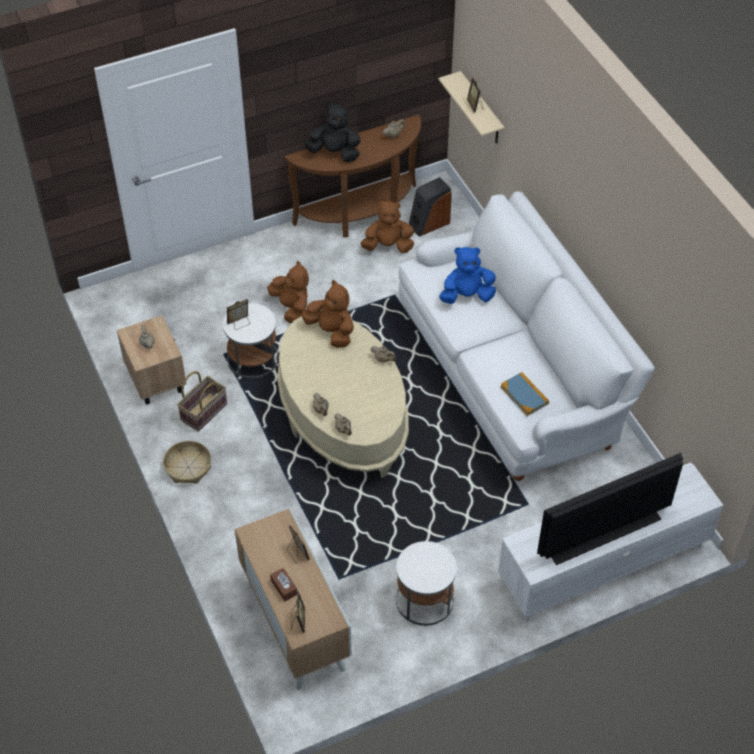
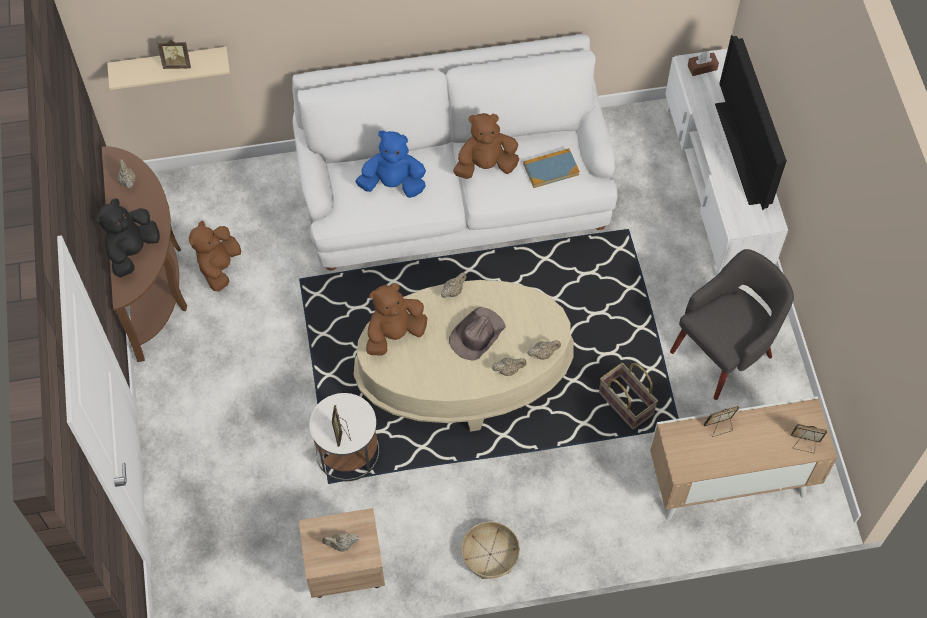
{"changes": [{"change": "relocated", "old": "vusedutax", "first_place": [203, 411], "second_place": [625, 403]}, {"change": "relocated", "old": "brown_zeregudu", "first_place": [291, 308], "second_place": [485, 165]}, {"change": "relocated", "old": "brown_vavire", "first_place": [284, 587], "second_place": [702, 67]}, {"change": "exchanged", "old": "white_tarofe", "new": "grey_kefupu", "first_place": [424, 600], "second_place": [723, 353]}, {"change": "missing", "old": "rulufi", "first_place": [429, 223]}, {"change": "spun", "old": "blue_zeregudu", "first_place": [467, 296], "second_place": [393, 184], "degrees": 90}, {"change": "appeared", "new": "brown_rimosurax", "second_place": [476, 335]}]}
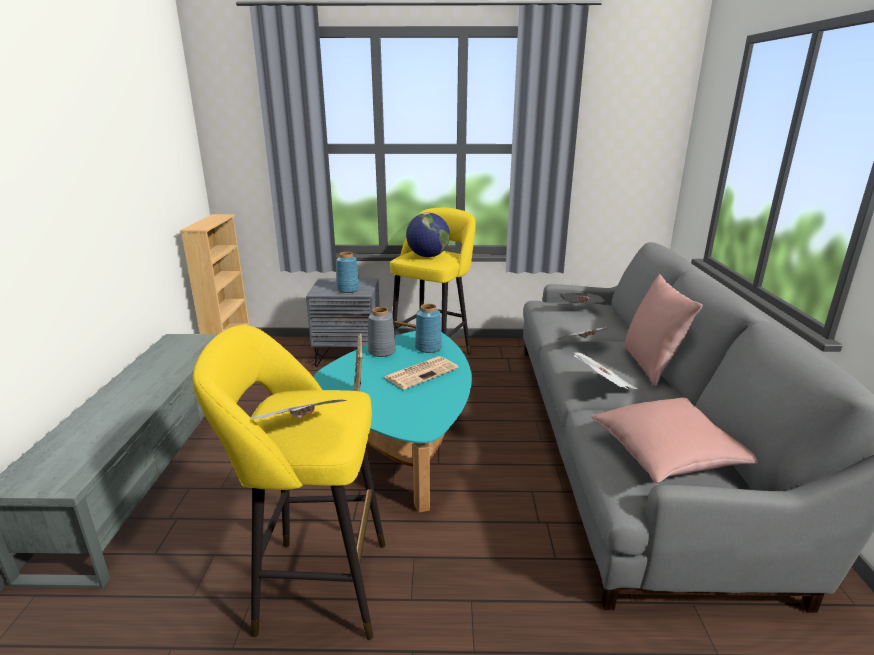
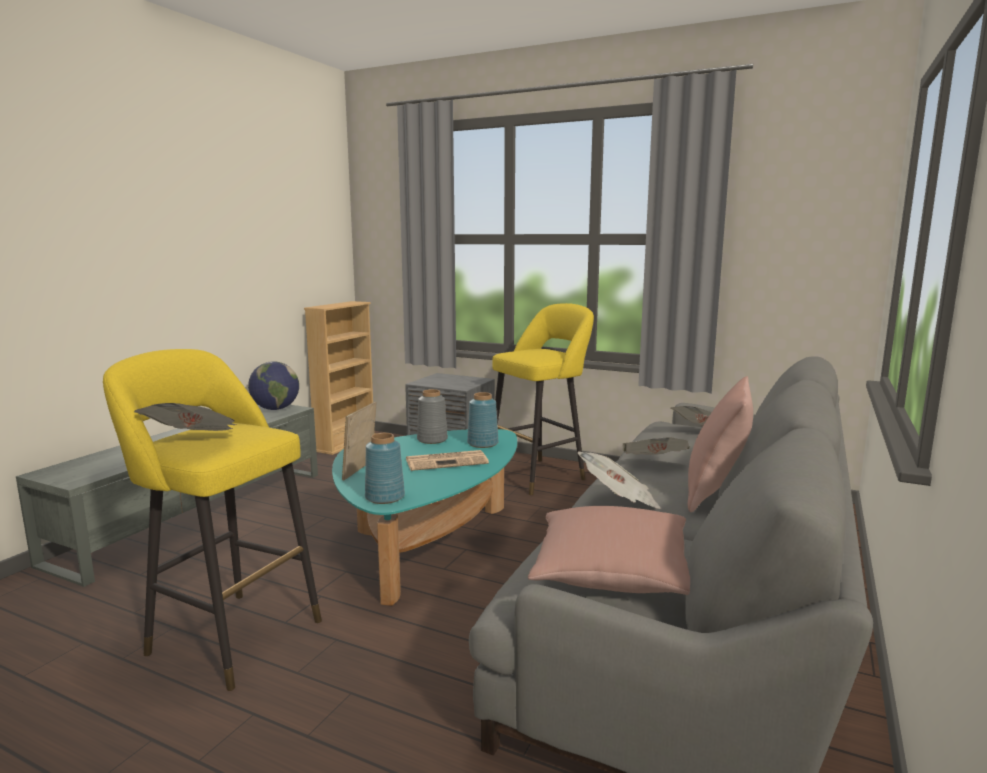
{"changes": [{"change": "relocated", "old": "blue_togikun", "first_place": [348, 290], "second_place": [384, 497]}, {"change": "relocated", "old": "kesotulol", "first_place": [428, 256], "second_place": [275, 409]}]}
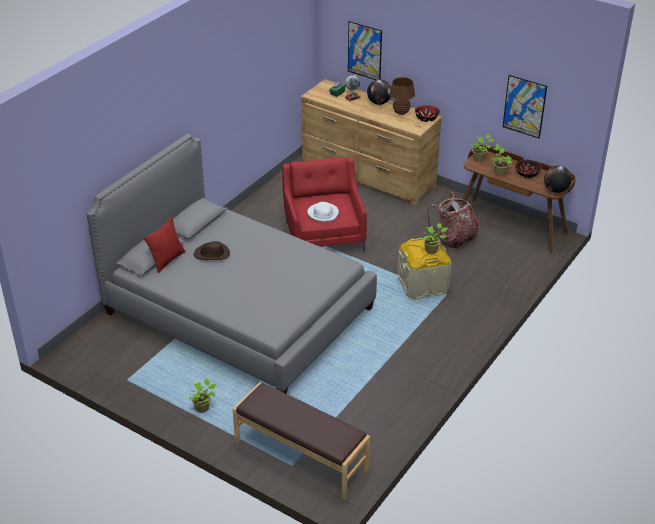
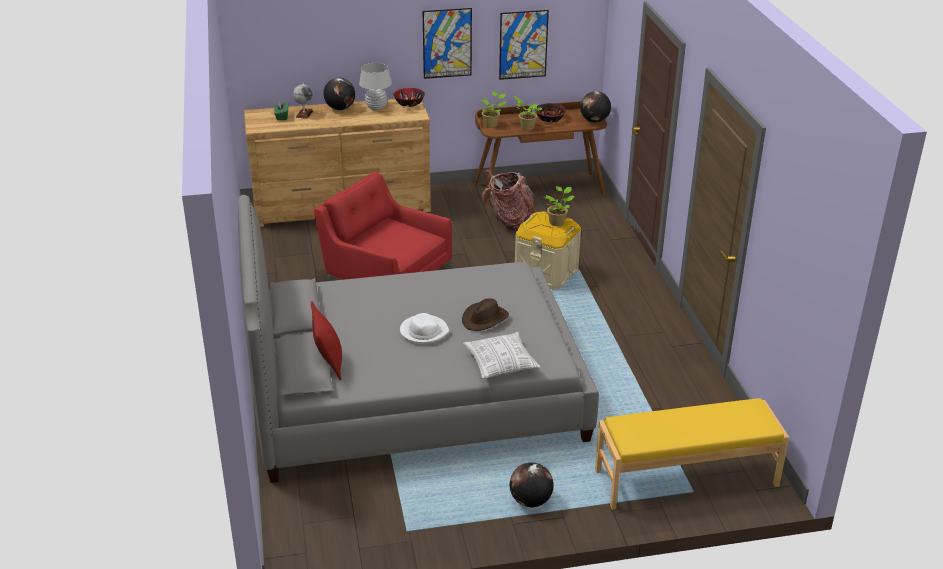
{"changes": [{"change": "exchanged", "old": "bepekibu", "new": "kesotulol", "first_place": [203, 408], "second_place": [530, 501]}, {"change": "relocated", "old": "brown_rimosurax", "first_place": [212, 254], "second_place": [485, 319]}, {"change": "colour", "old": "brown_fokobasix", "new": "yellow_fokobasix", "first_place": [300, 456], "second_place": [686, 478]}, {"change": "relocated", "old": "white_rimosurax", "first_place": [323, 213], "second_place": [424, 331]}, {"change": "relocated", "old": "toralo", "first_place": [364, 51], "second_place": [447, 43]}, {"change": "colour", "old": "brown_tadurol", "new": "white_tadurol", "first_place": [401, 112], "second_place": [376, 107]}, {"change": "appeared", "new": "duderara", "second_place": [500, 364]}]}
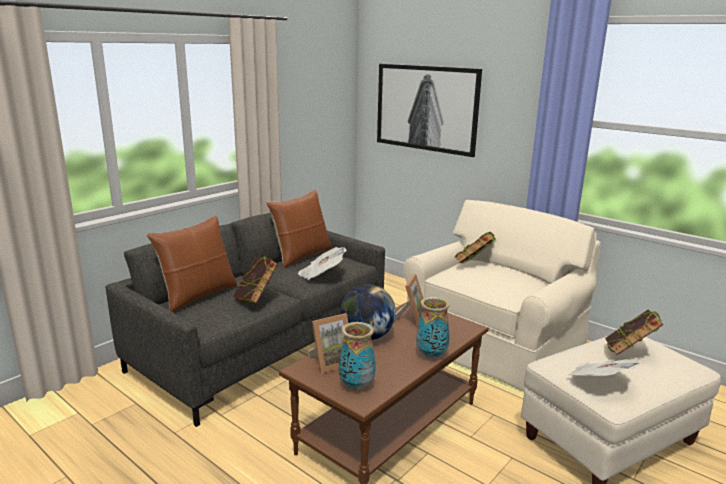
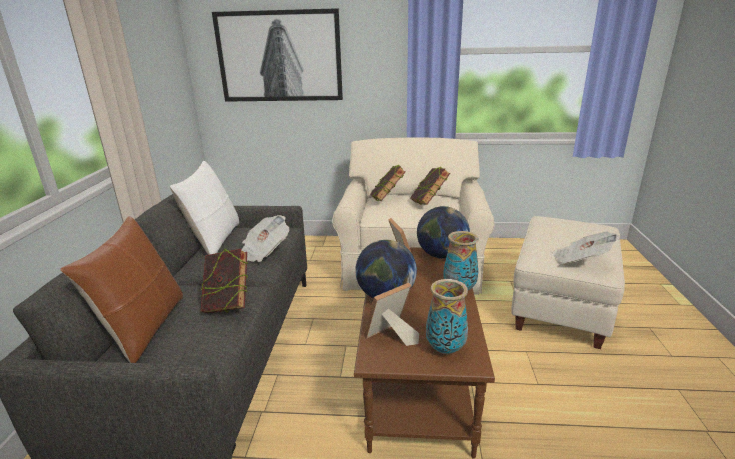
{"changes": [{"change": "colour", "old": "brown_duderara", "new": "white_duderara", "first_place": [301, 256], "second_place": [214, 240]}, {"change": "spun", "old": "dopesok", "first_place": [330, 362], "second_place": [391, 337], "degrees": -150}, {"change": "relocated", "old": "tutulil", "first_place": [628, 354], "second_place": [429, 204]}, {"change": "appeared", "new": "kesotulol", "second_place": [441, 255]}]}
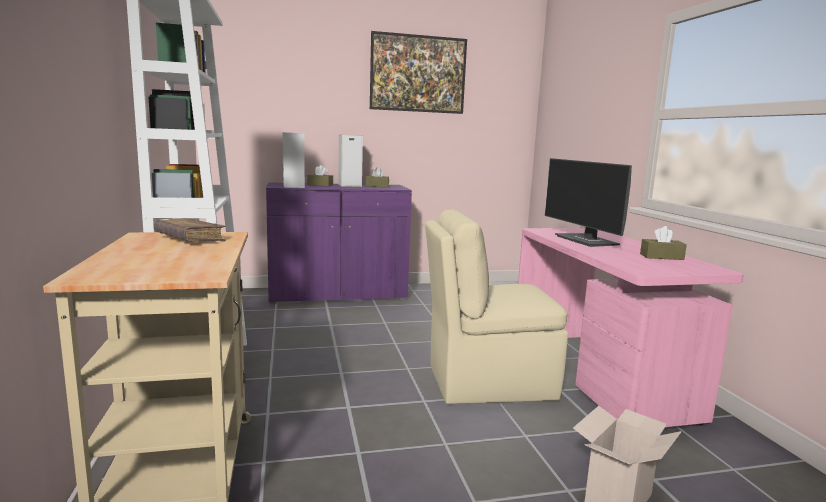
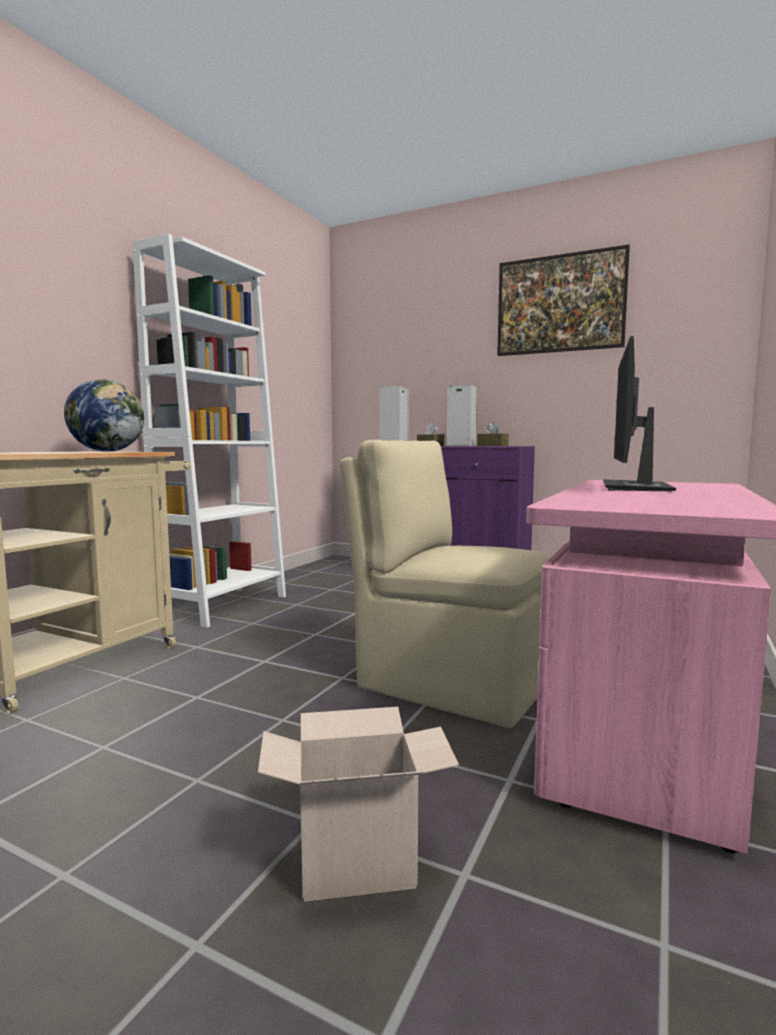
{"changes": [{"change": "exchanged", "old": "brown_tutulil", "new": "kesotulol", "first_place": [189, 239], "second_place": [108, 451]}, {"change": "missing", "old": "brown_vavire", "first_place": [661, 257]}]}
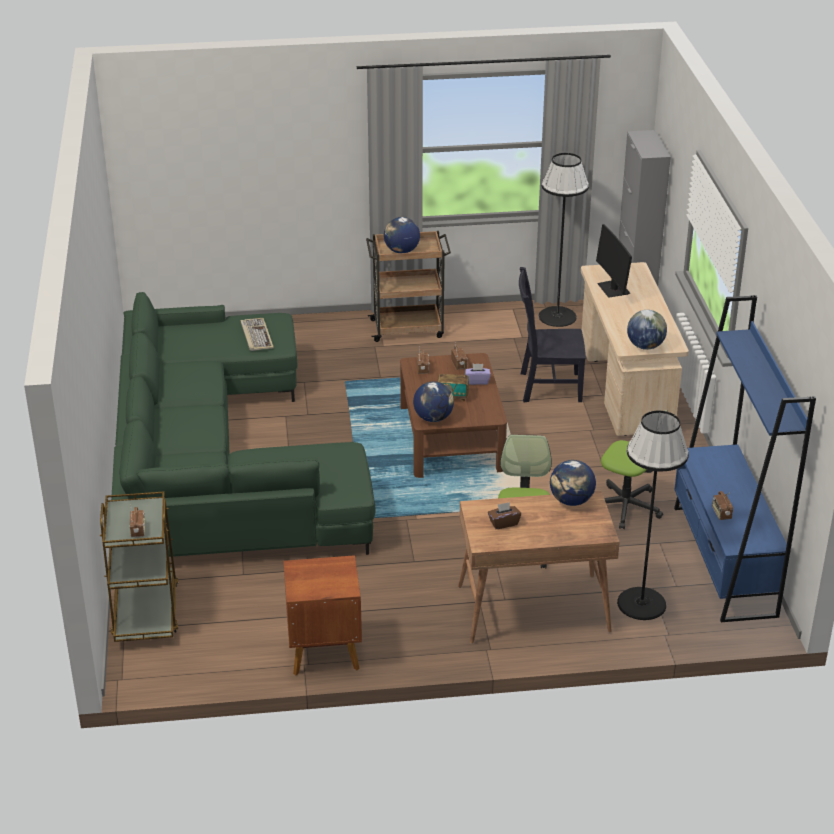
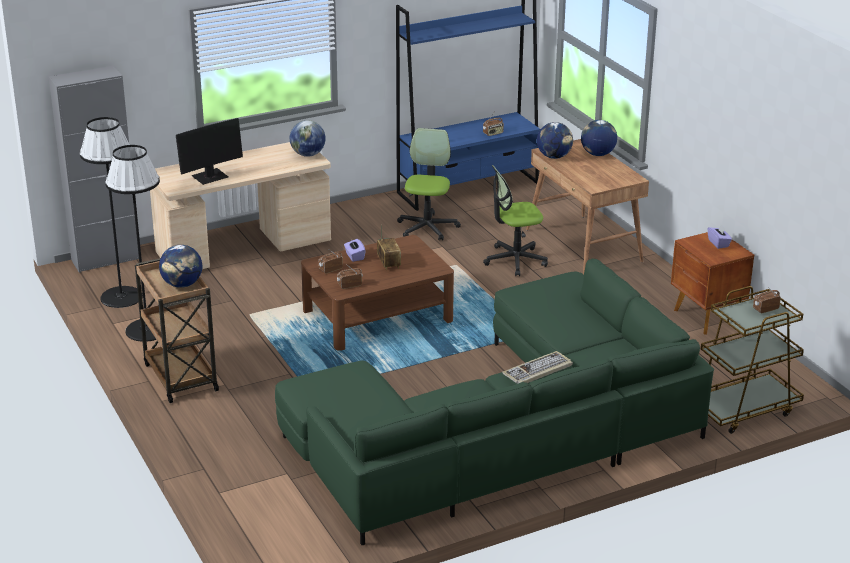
{"changes": [{"change": "relocated", "old": "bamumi", "first_place": [256, 336], "second_place": [538, 371]}, {"change": "relocated", "old": "kesotulol", "first_place": [433, 418], "second_place": [597, 154]}, {"change": "missing", "old": "brown_vavire", "first_place": [503, 523]}, {"change": "missing", "old": "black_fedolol", "first_place": [547, 387]}, {"change": "relocated", "old": "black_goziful", "first_place": [641, 604], "second_place": [147, 330]}, {"change": "appeared", "new": "purple_vavire", "second_place": [718, 243]}]}
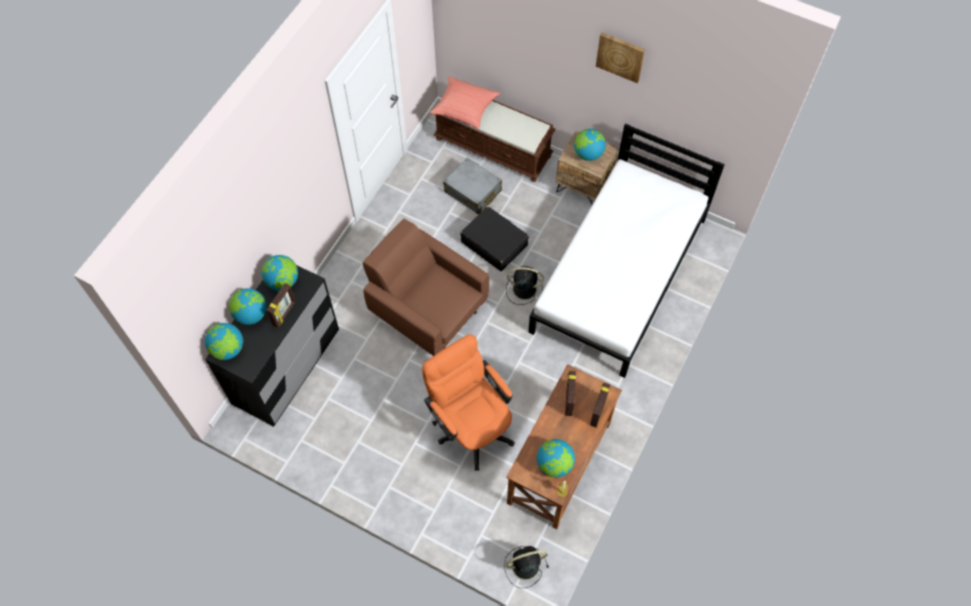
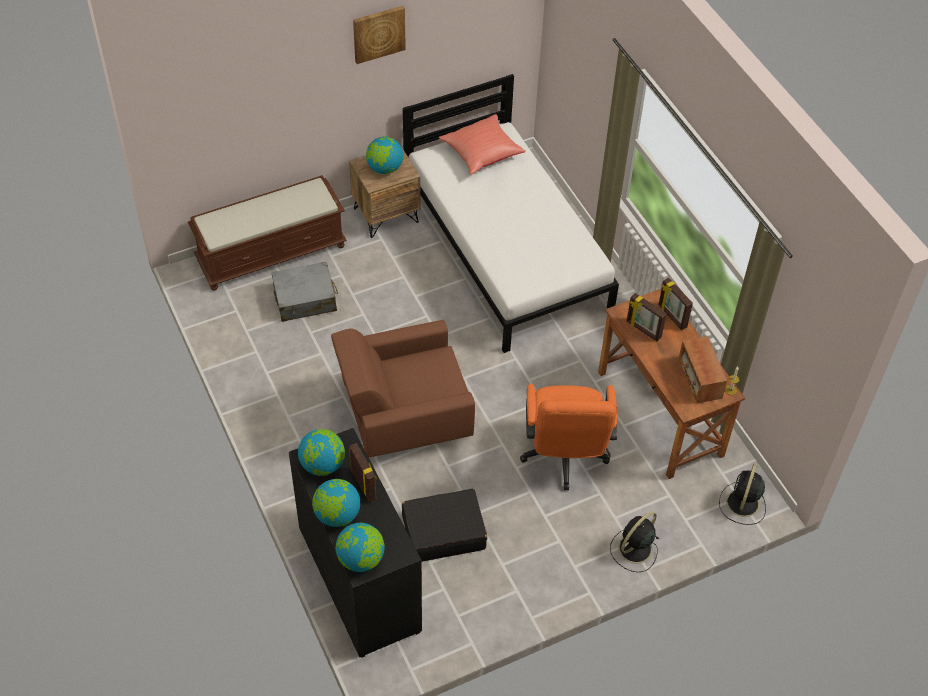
{"changes": [{"change": "spun", "old": "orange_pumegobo", "first_place": [471, 425], "second_place": [564, 458], "degrees": -90}, {"change": "relocated", "old": "red_duderara", "first_place": [464, 110], "second_place": [482, 154]}, {"change": "relocated", "old": "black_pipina", "first_place": [494, 243], "second_place": [443, 532]}, {"change": "relocated", "old": "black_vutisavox", "first_place": [523, 289], "second_place": [634, 549]}, {"change": "exchanged", "old": "kesotulol", "new": "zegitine", "first_place": [554, 464], "second_place": [699, 379]}]}
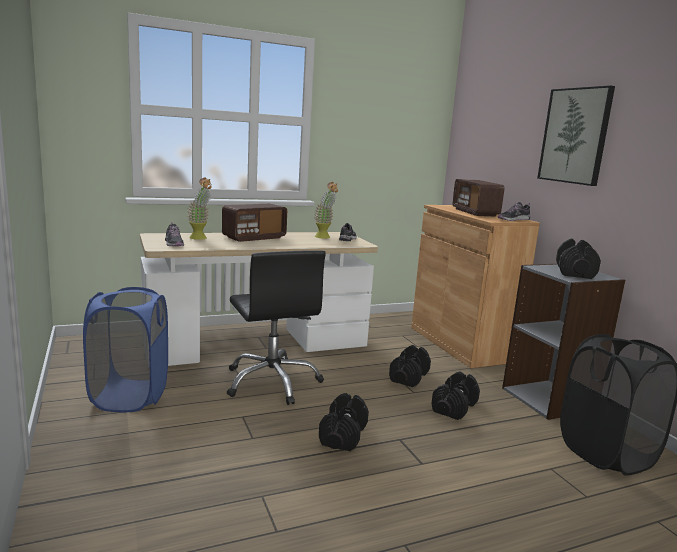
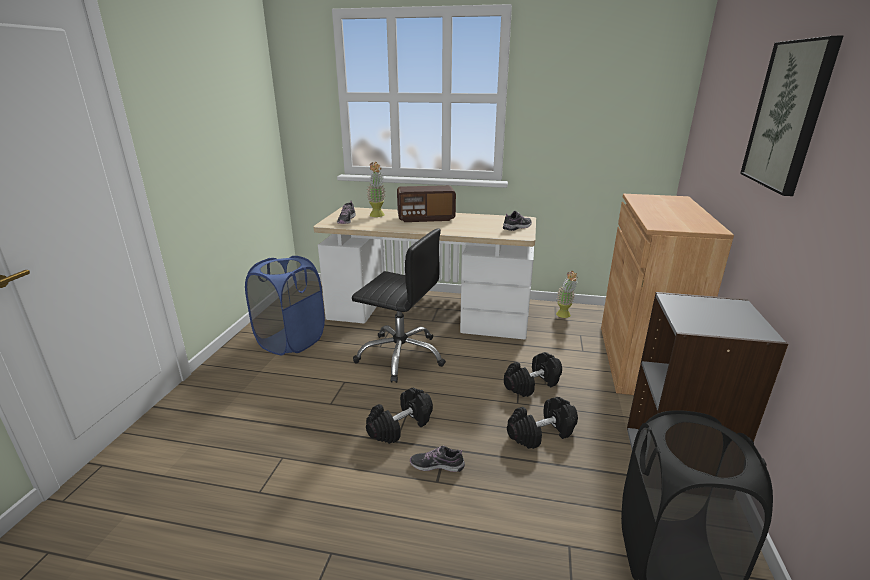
{"changes": [{"change": "spun", "old": "black_pumegobo", "first_place": [272, 382], "second_place": [401, 355], "degrees": -75}, {"change": "relocated", "old": "bepekibu", "first_place": [325, 237], "second_place": [564, 316]}, {"change": "missing", "old": "zegitine", "first_place": [475, 212]}, {"change": "relocated", "old": "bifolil", "first_place": [513, 220], "second_place": [437, 465]}, {"change": "missing", "old": "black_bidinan", "first_place": [575, 272]}]}
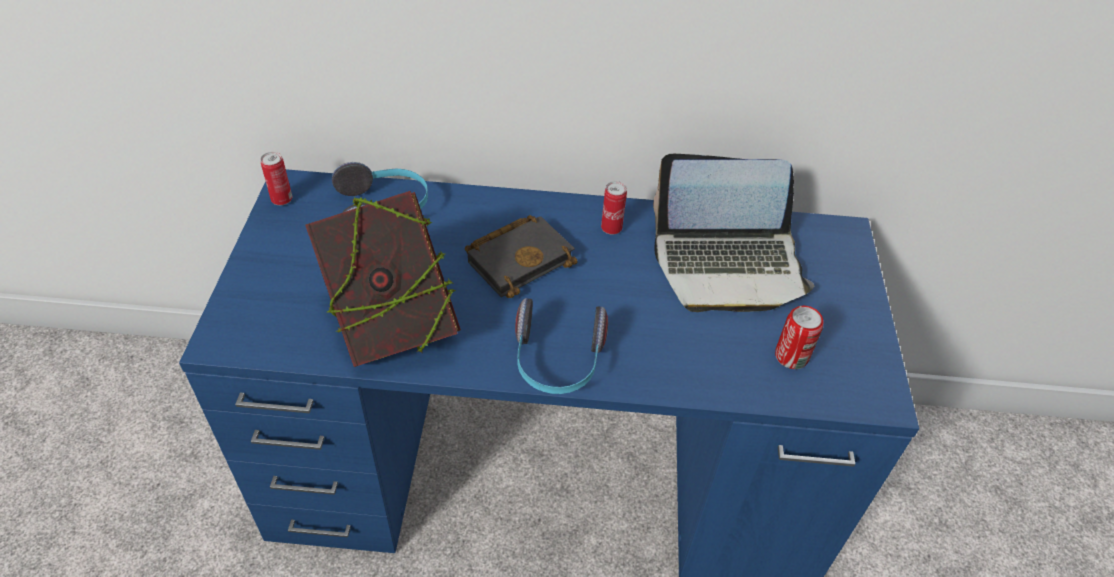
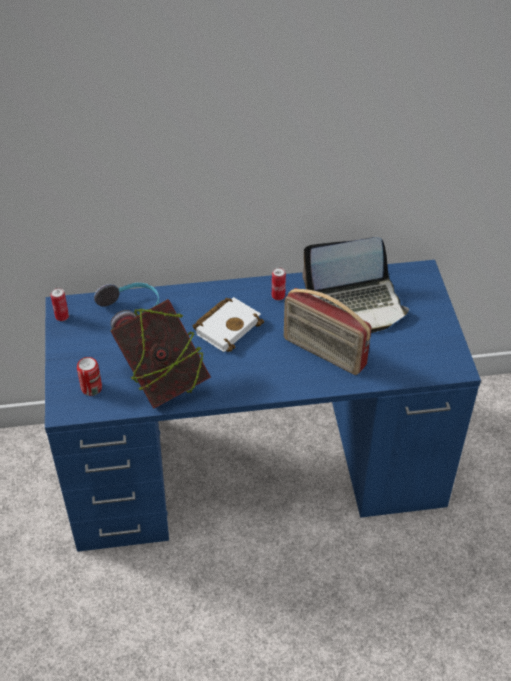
{"changes": [{"change": "colour", "old": "black_tutulil", "new": "white_tutulil", "first_place": [520, 258], "second_place": [227, 326]}, {"change": "missing", "old": "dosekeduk", "first_place": [557, 362]}, {"change": "relocated", "old": "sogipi", "first_place": [791, 356], "second_place": [91, 388]}, {"change": "appeared", "new": "zegitine", "second_place": [323, 353]}]}
